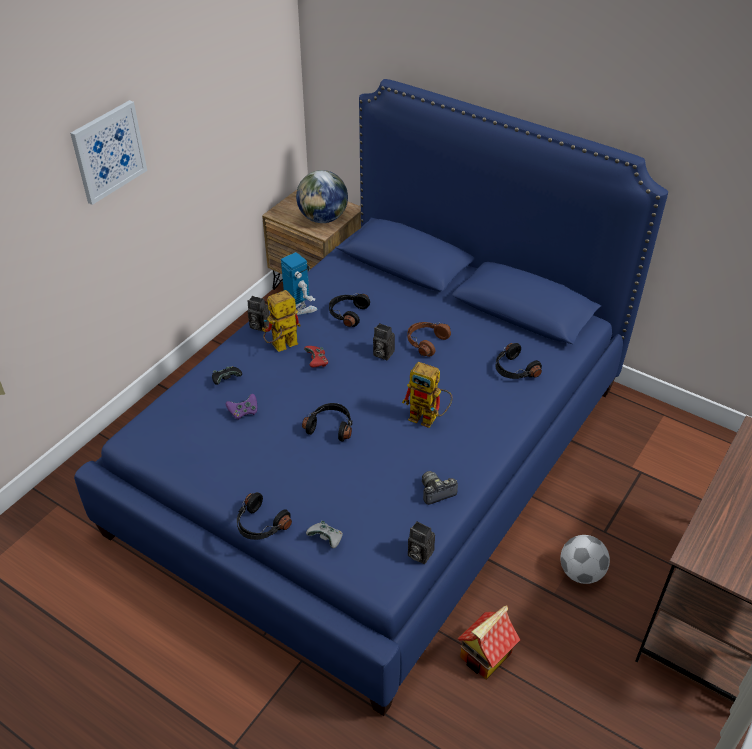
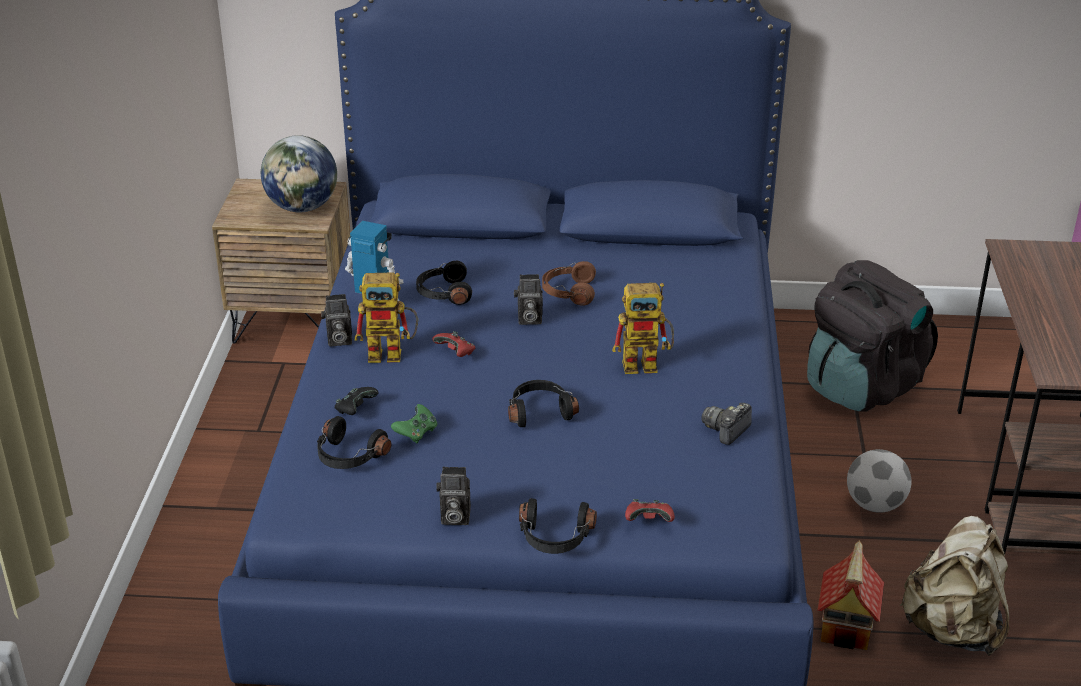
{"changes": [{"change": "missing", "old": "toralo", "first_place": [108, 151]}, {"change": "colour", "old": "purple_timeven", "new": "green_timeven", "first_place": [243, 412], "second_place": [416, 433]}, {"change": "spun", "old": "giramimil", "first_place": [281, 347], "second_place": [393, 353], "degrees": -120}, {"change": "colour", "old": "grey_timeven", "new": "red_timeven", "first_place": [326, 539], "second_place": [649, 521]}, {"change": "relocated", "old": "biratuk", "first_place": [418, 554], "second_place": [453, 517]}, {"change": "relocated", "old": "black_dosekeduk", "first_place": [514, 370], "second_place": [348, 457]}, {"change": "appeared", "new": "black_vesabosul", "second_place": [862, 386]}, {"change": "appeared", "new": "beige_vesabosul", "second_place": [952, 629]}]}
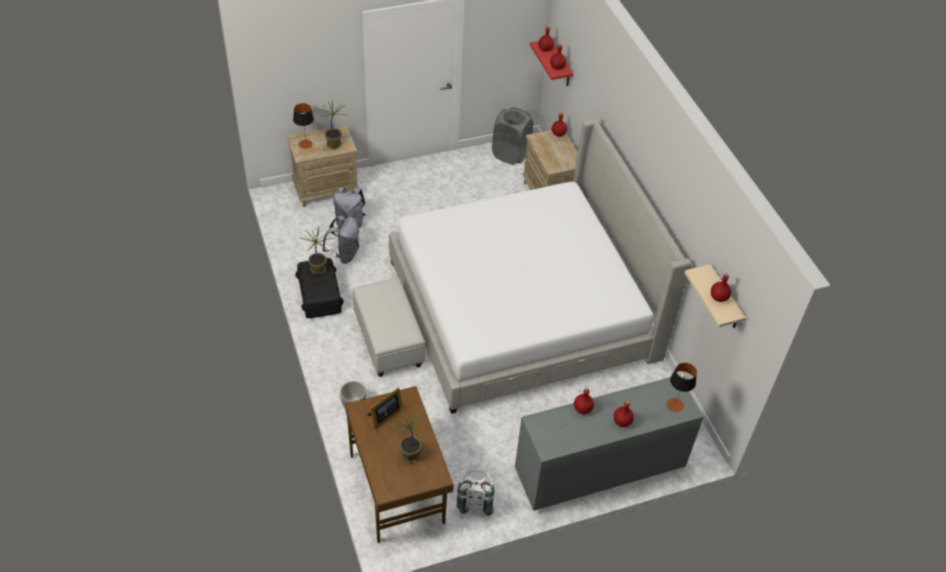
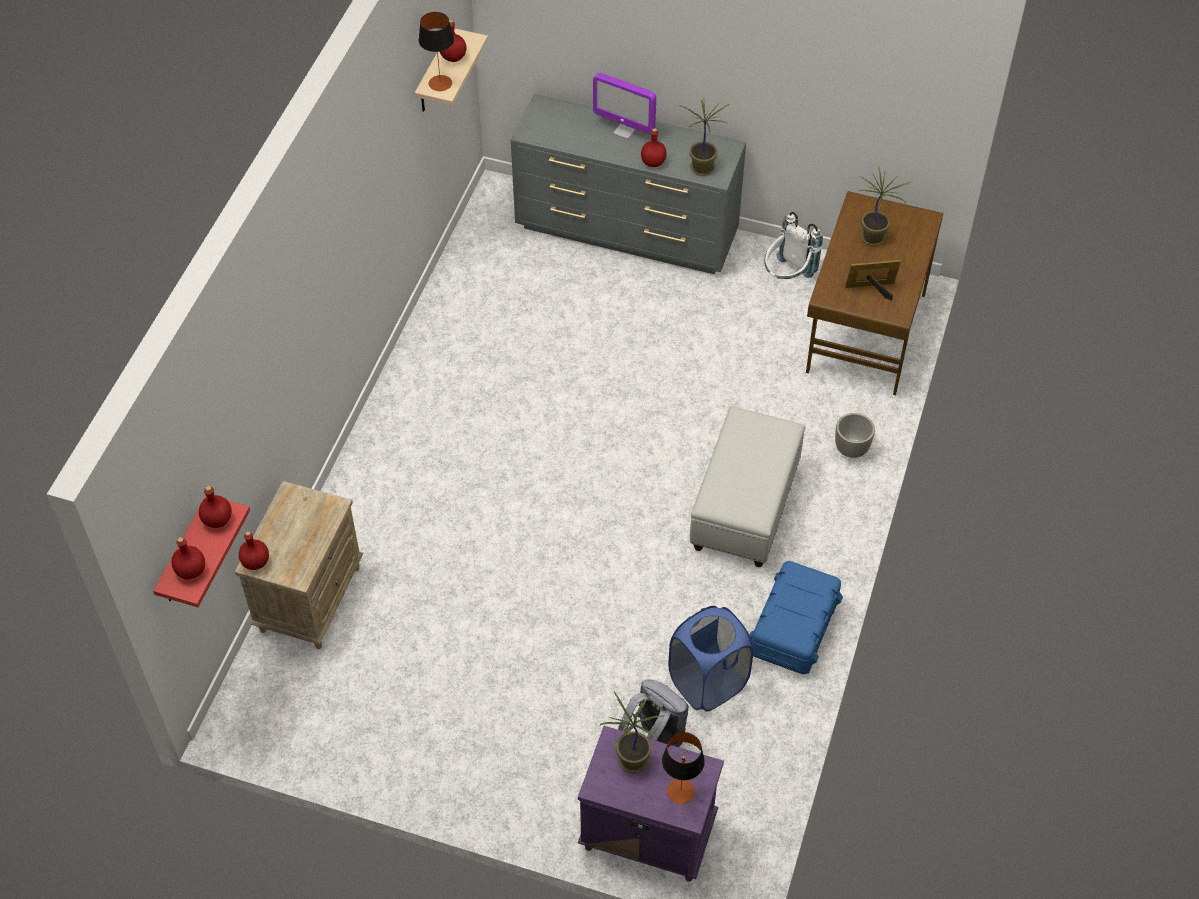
{"changes": [{"change": "colour", "old": "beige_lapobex", "new": "purple_lapobex", "first_place": [326, 190], "second_place": [646, 834]}, {"change": "colour", "old": "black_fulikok", "new": "blue_fulikok", "first_place": [319, 297], "second_place": [794, 629]}, {"change": "relocated", "old": "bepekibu", "first_place": [319, 270], "second_place": [701, 167]}, {"change": "exchanged", "old": "grey_vesabosul", "new": "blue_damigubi", "first_place": [344, 254], "second_place": [708, 683]}, {"change": "missing", "old": "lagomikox", "first_place": [521, 309]}, {"change": "missing", "old": "grey_damigubi", "first_place": [510, 154]}, {"change": "exchanged", "old": "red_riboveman", "new": "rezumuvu", "first_place": [622, 422], "second_place": [624, 130]}, {"change": "relocated", "old": "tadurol", "first_place": [675, 405], "second_place": [440, 83]}]}
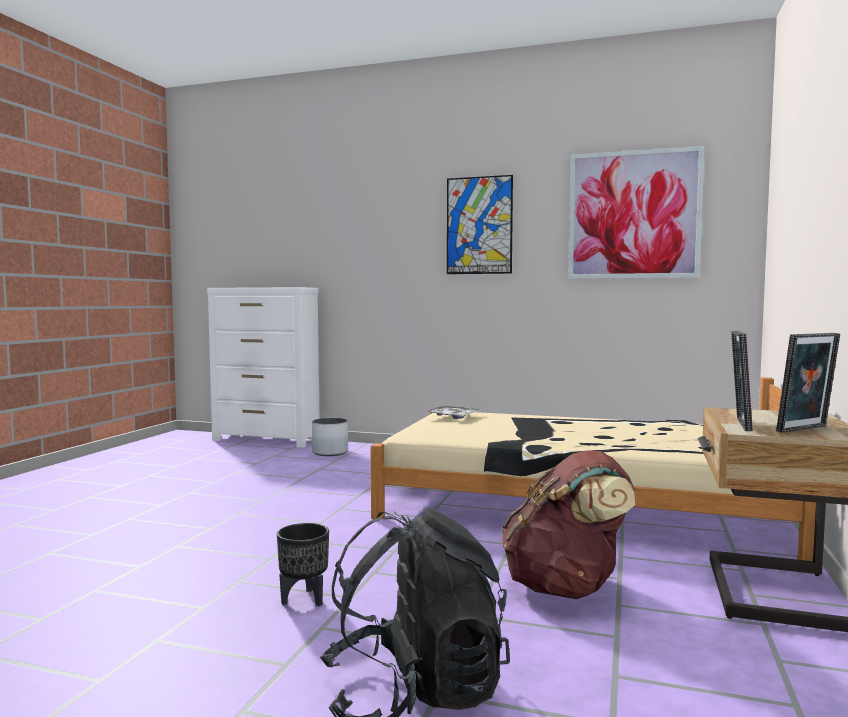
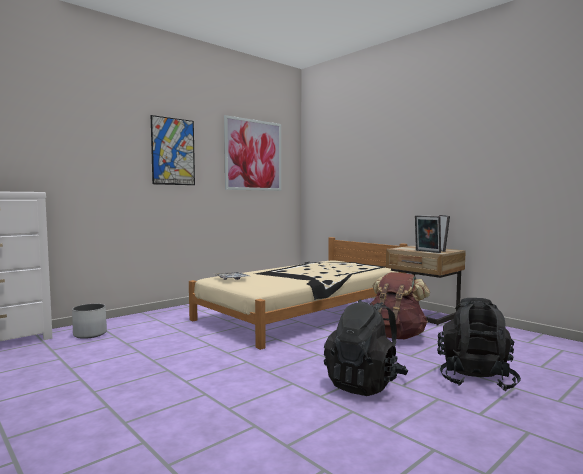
{"changes": [{"change": "exchanged", "old": "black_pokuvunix", "new": "black_vesabosul", "first_place": [304, 600], "second_place": [365, 384]}]}
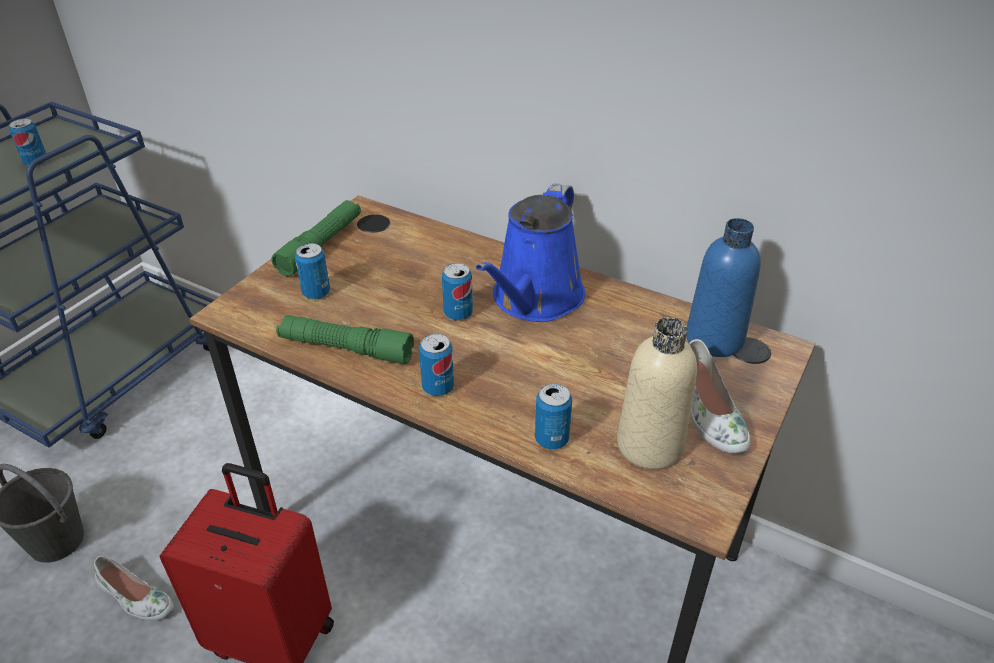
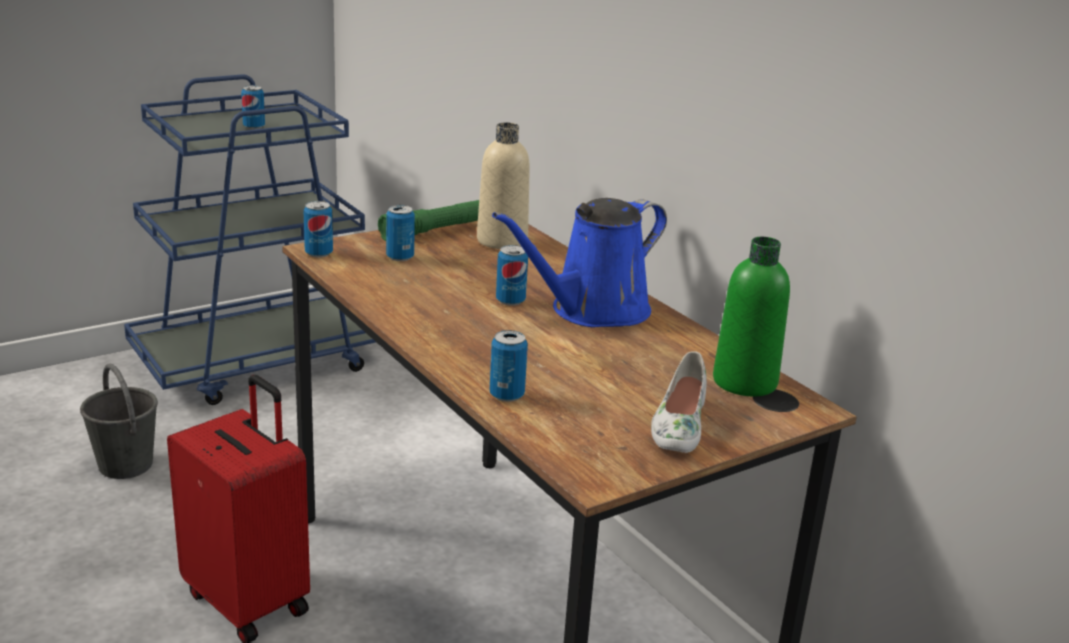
{"changes": [{"change": "missing", "old": "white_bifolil", "first_place": [135, 598]}, {"change": "missing", "old": "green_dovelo", "first_place": [346, 348]}, {"change": "relocated", "old": "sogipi", "first_place": [438, 387], "second_place": [318, 253]}, {"change": "relocated", "old": "beige_riboveman", "first_place": [650, 445], "second_place": [502, 241]}, {"change": "colour", "old": "blue_riboveman", "new": "green_riboveman", "first_place": [714, 339], "second_place": [744, 382]}]}
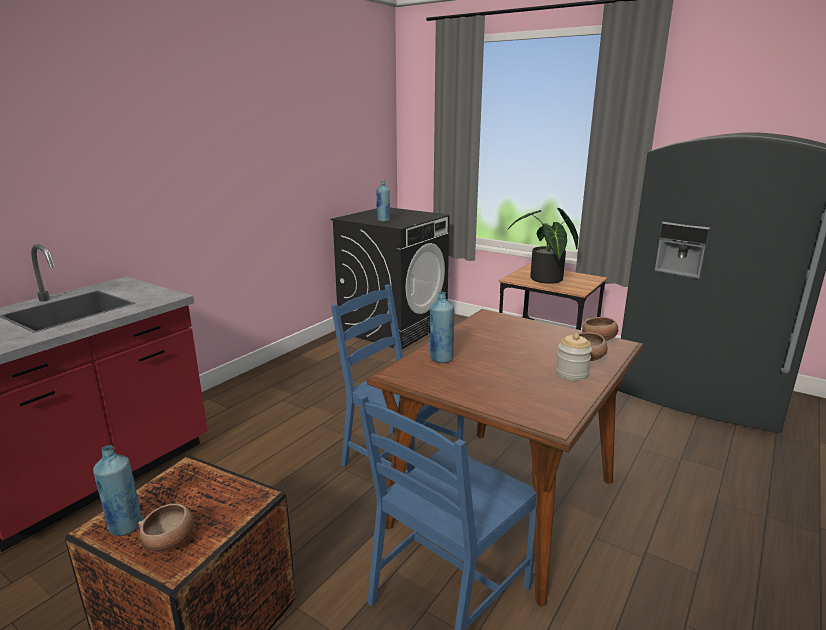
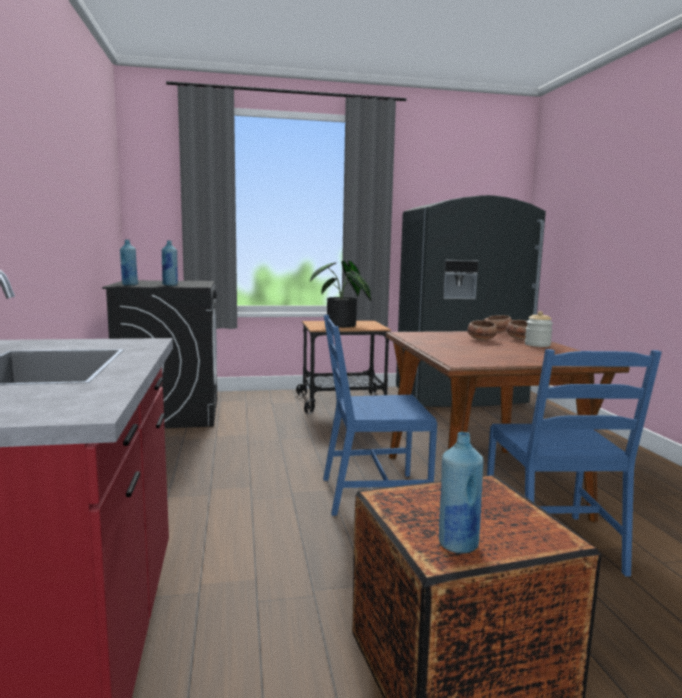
{"changes": [{"change": "relocated", "old": "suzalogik", "first_place": [170, 541], "second_place": [481, 339]}, {"change": "relocated", "old": "blue_riboveman", "first_place": [441, 359], "second_place": [129, 285]}]}
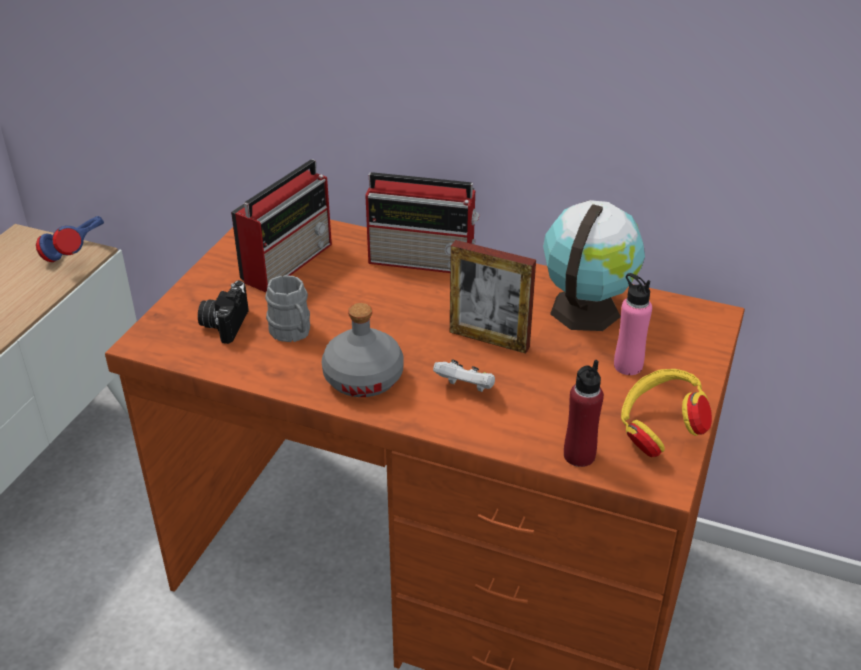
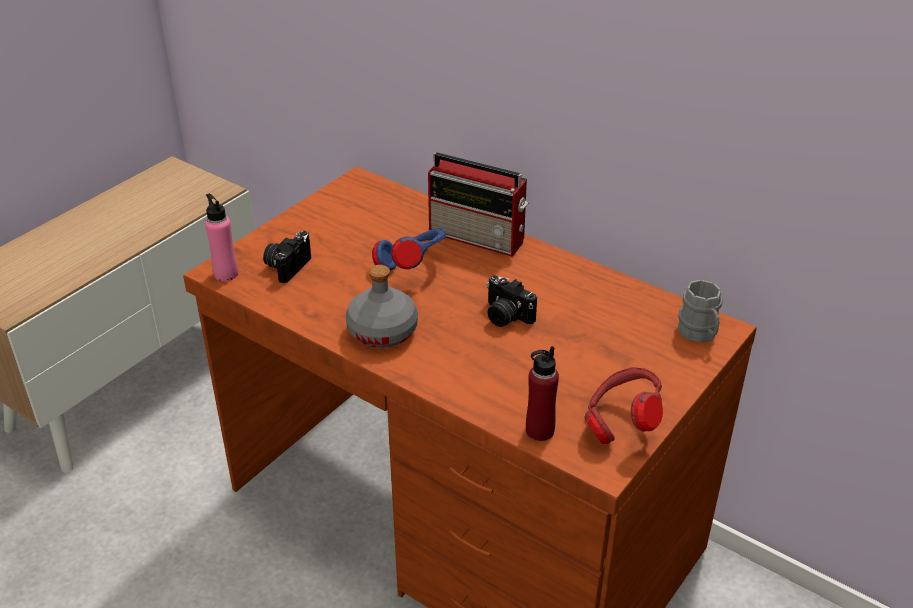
{"changes": [{"change": "relocated", "old": "blue_dosekeduk", "first_place": [77, 255], "second_place": [412, 267]}, {"change": "missing", "old": "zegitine", "first_place": [289, 261]}, {"change": "relocated", "old": "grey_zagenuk", "first_place": [292, 333], "second_place": [699, 334]}, {"change": "missing", "old": "white_timeven", "first_place": [466, 388]}, {"change": "exchanged", "old": "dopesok", "new": "biratuk", "first_place": [489, 339], "second_place": [505, 316]}, {"change": "missing", "old": "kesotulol", "first_place": [586, 308]}, {"change": "relocated", "old": "pink_riboveman", "first_place": [628, 366], "second_place": [226, 274]}, {"change": "colour", "old": "yellow_dosekeduk", "new": "red_dosekeduk", "first_place": [658, 432], "second_place": [620, 424]}]}
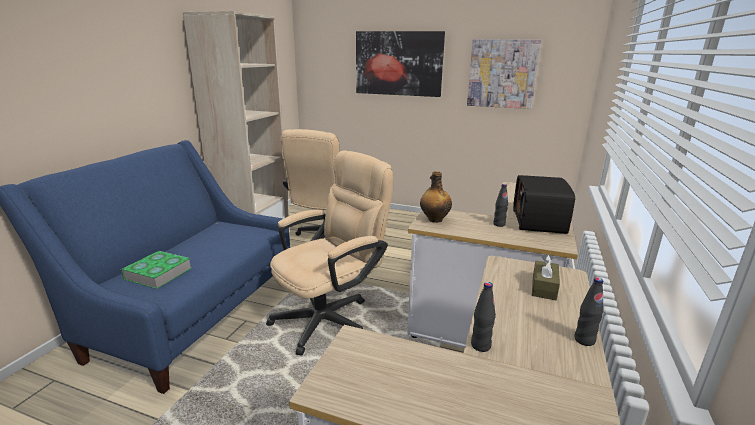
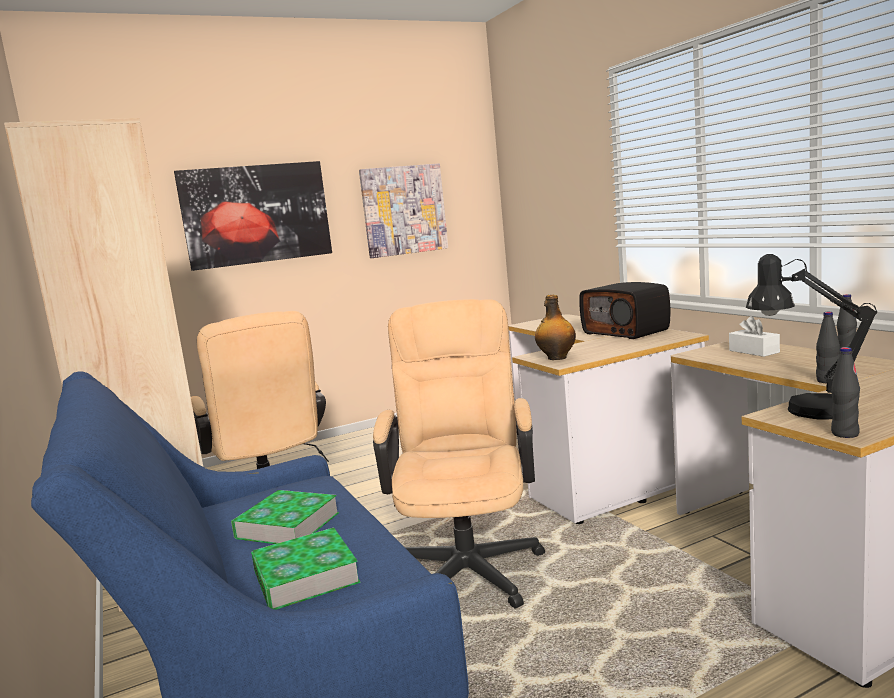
{"changes": [{"change": "relocated", "old": "black_riboveman", "first_place": [499, 224], "second_place": [845, 434]}, {"change": "colour", "old": "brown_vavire", "new": "white_vavire", "first_place": [544, 287], "second_place": [754, 351]}, {"change": "appeared", "new": "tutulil", "second_place": [287, 525]}, {"change": "appeared", "new": "black_tadurol", "second_place": [804, 410]}]}
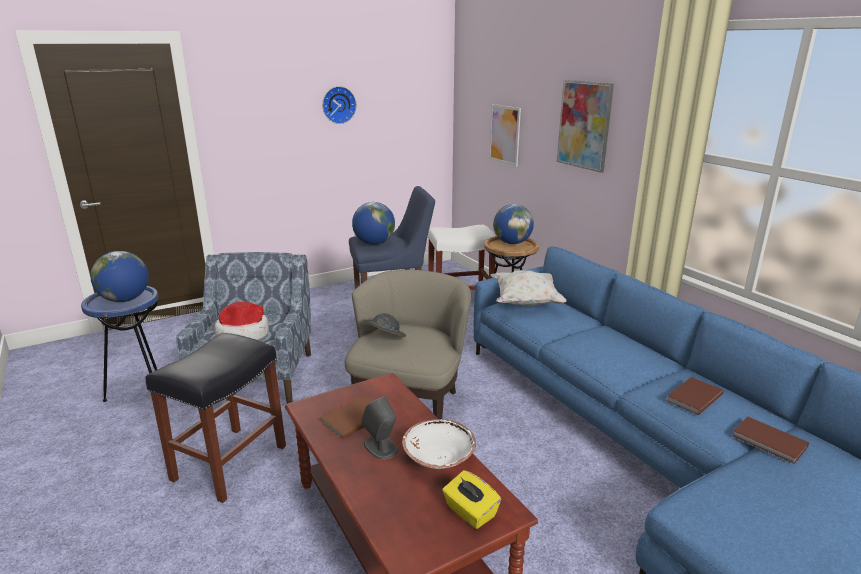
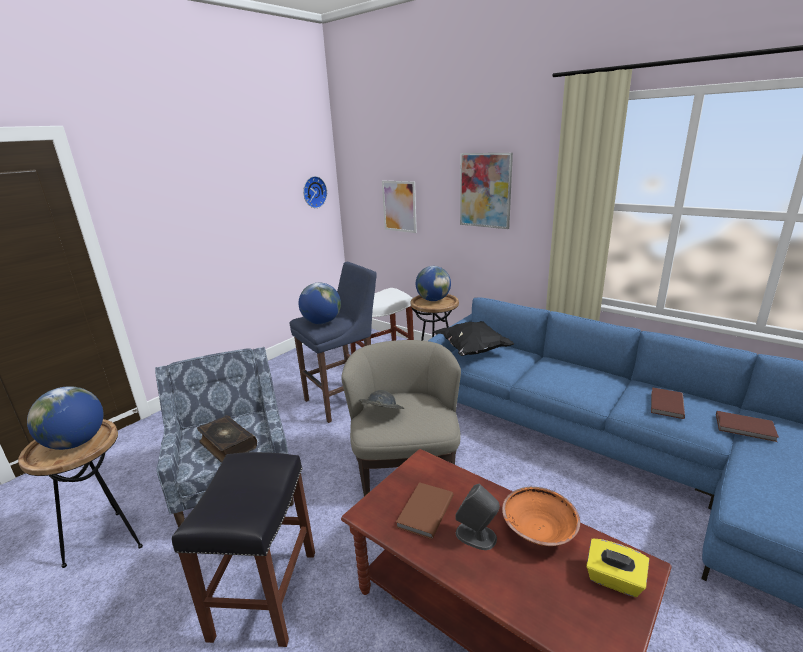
{"changes": [{"change": "colour", "old": "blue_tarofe", "new": "brown_tarofe", "first_place": [141, 392], "second_place": [108, 541]}, {"change": "exchanged", "old": "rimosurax", "new": "tutulil", "first_place": [244, 334], "second_place": [227, 445]}, {"change": "relocated", "old": "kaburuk", "first_place": [338, 105], "second_place": [313, 192]}, {"change": "colour", "old": "white_suzalogik", "new": "orange_suzalogik", "first_place": [438, 459], "second_place": [538, 530]}, {"change": "colour", "old": "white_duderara", "new": "black_duderara", "first_place": [526, 302], "second_place": [472, 350]}]}
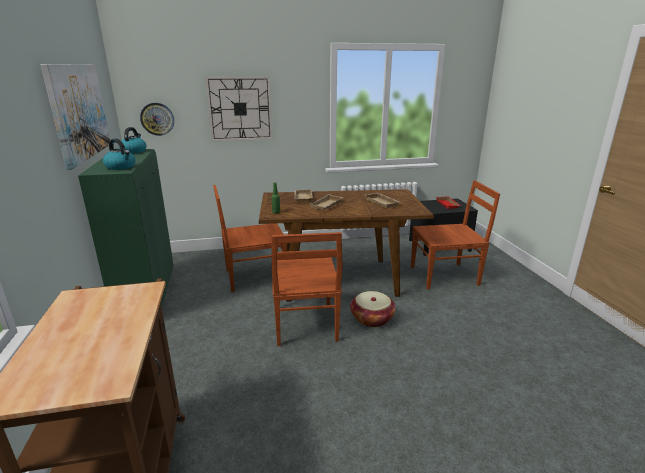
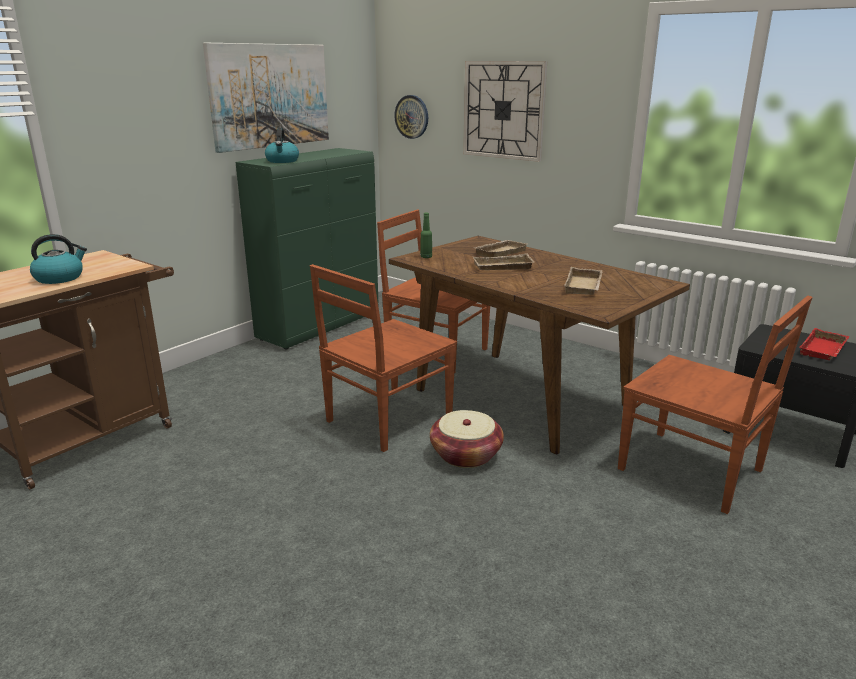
{"changes": [{"change": "relocated", "old": "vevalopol", "first_place": [134, 151], "second_place": [60, 278]}]}
